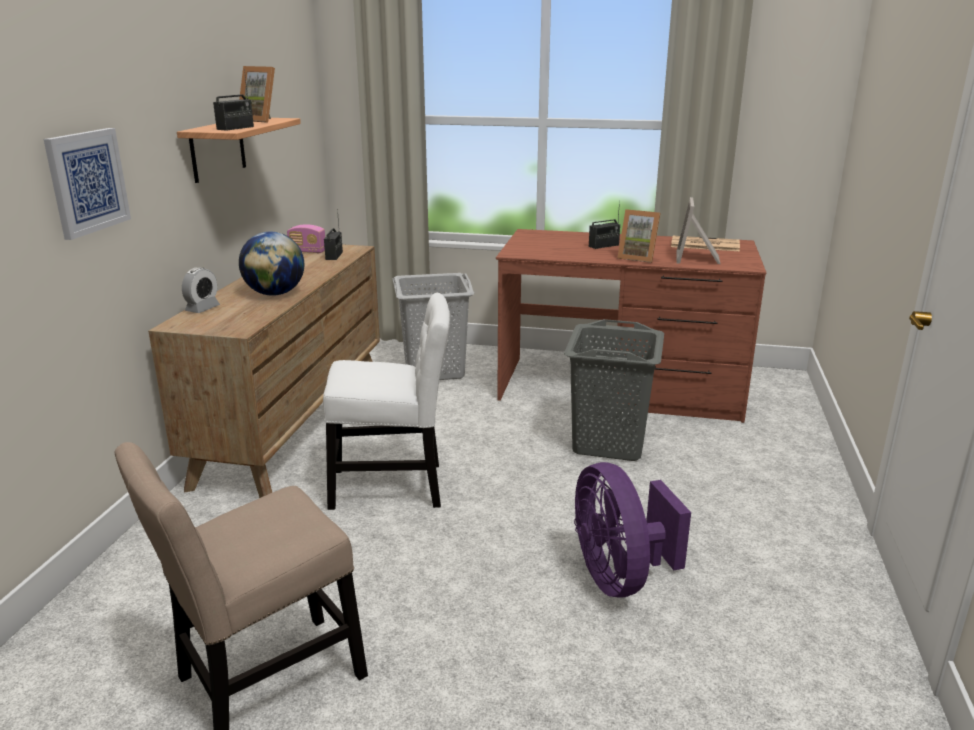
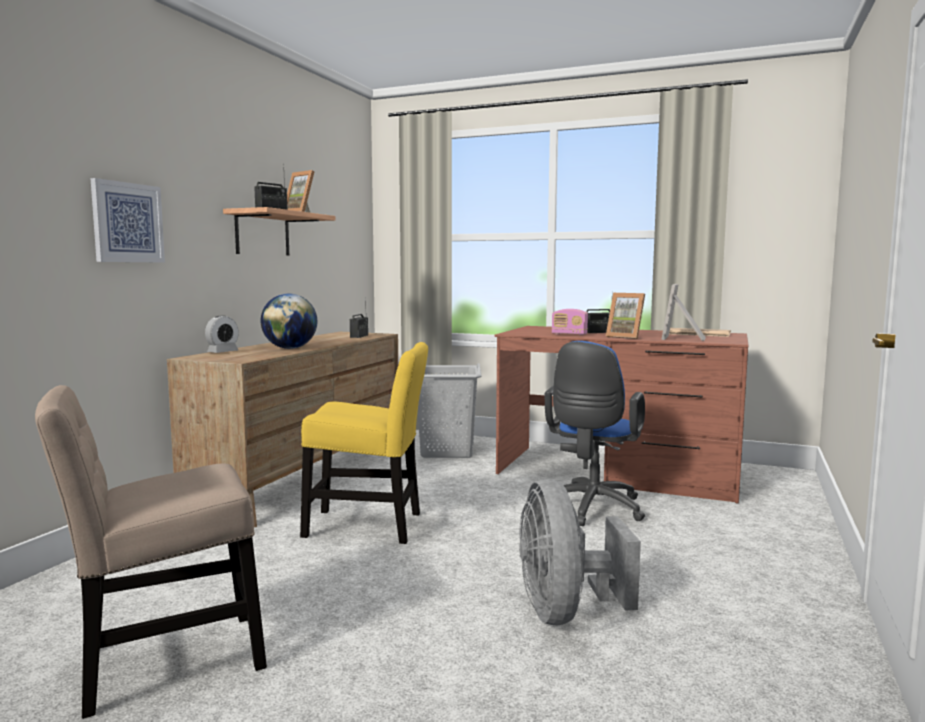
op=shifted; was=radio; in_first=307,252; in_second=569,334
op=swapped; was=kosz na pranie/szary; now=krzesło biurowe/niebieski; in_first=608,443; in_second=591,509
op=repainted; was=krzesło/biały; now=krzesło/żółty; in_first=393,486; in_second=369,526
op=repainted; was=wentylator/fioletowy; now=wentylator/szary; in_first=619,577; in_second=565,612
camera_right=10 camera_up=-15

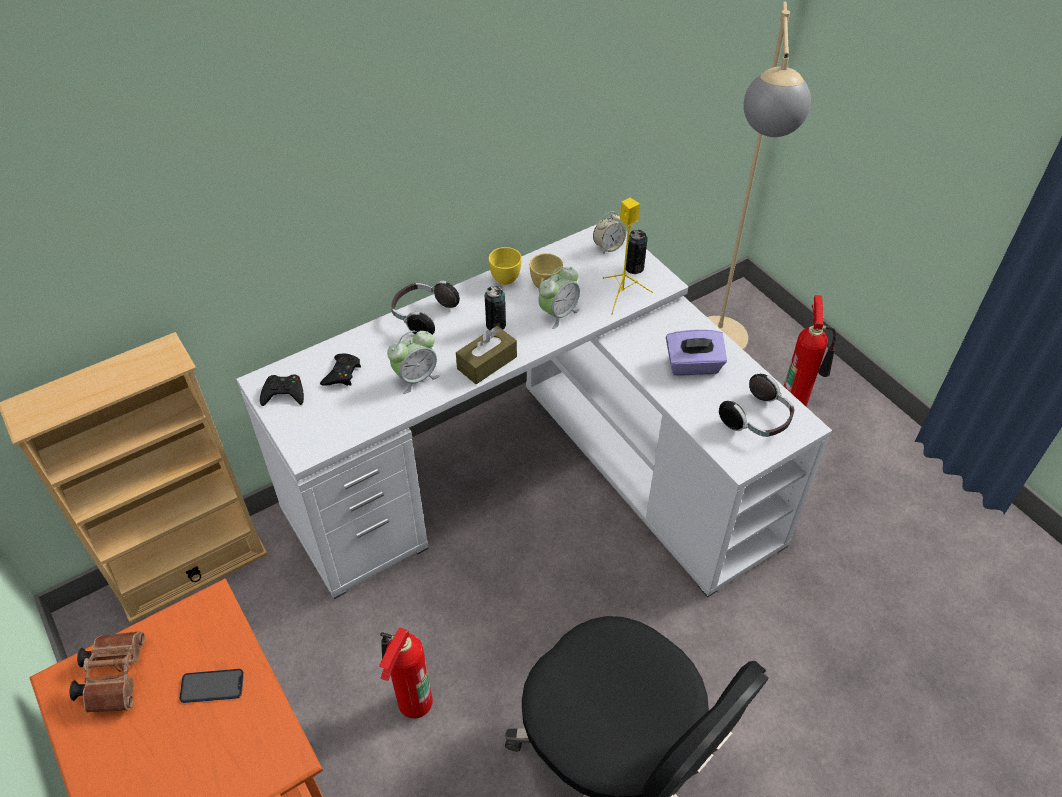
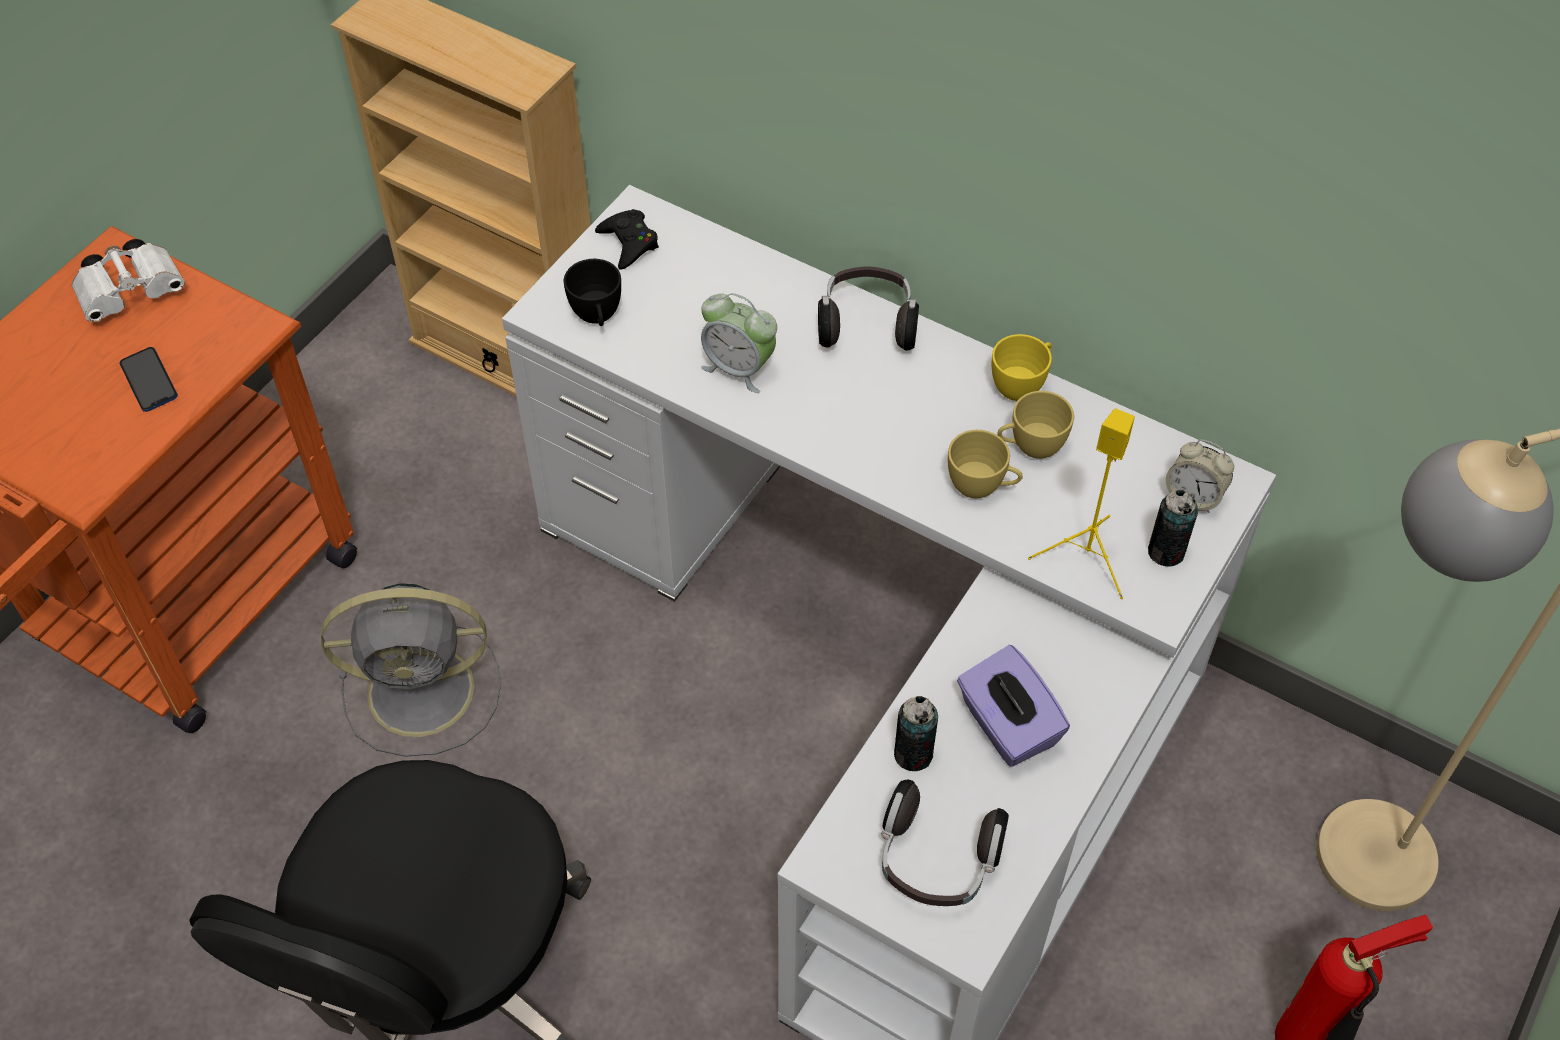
op=gone; was=pad do gier/czarny; in_first=342,374
op=gone; was=pudełko chusteczek/brązowy; in_first=487,363
op=new; now=filiżanka/czarny; in_second=597,317
op=shifted; was=puszka; in_first=496,325; in_second=913,754
op=swapped; was=gaśnica; now=wentylator/szary; in_first=410,703; in_second=426,690
op=swapped; was=budzik; now=filiżanka/żółty; in_first=558,314; in_second=982,487
op=repainted; was=lornetka/brązowy; now=lornetka/biały; in_first=115,675; in_second=134,292
camera_right=65 camera_up=5

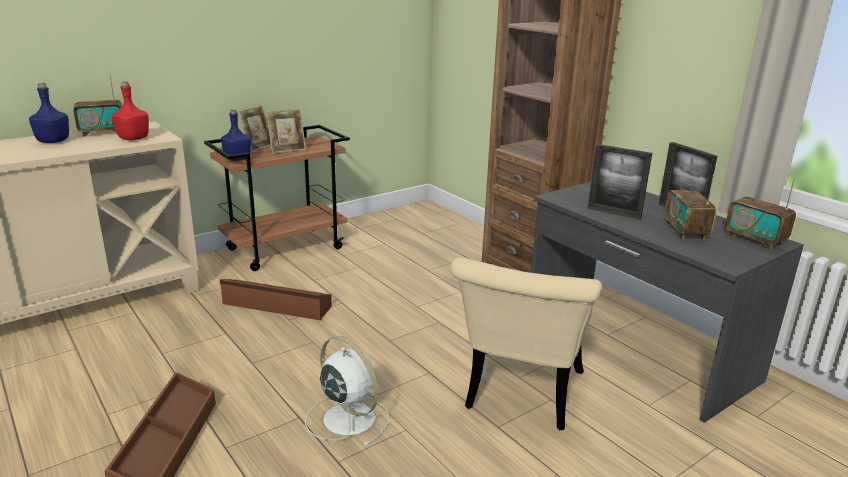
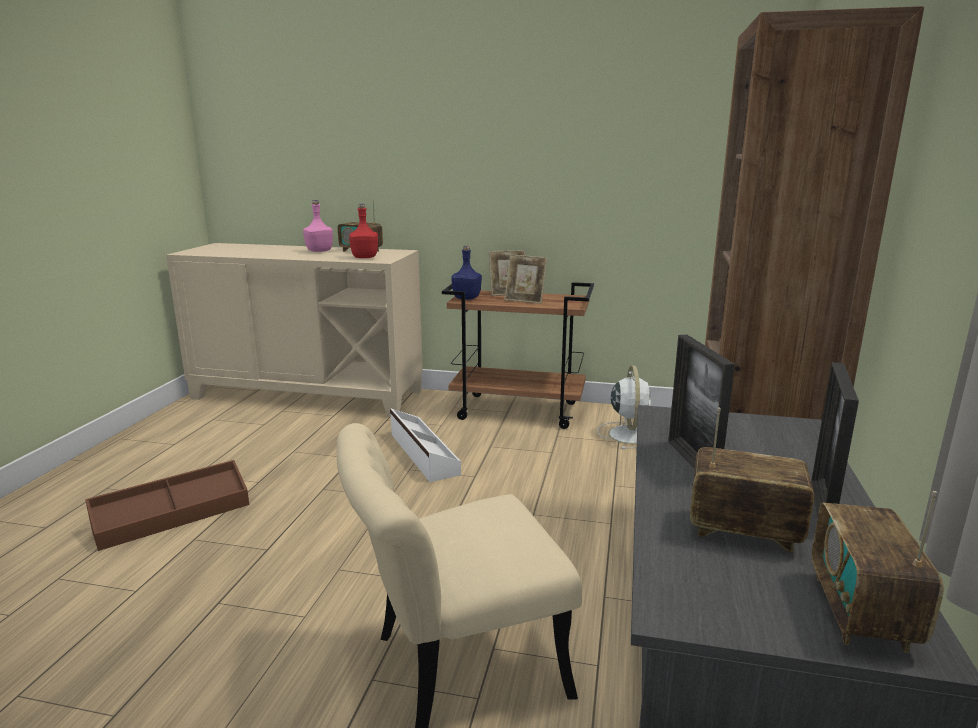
op=shifted; was=wentylator/biały; in_first=347,418; in_second=629,434
op=repainted; was=butelka/niebieski; now=butelka/różowy; in_first=53,141; in_second=320,251
op=repainted; was=pojemnik do przechowywania/brązowy; now=pojemnik do przechowywania/biały; in_first=276,305; in_second=422,454
op=rotated; was=radio; in_first=685,231; in_second=743,532; clockwise=60
camera_right=50 camera_up=-5

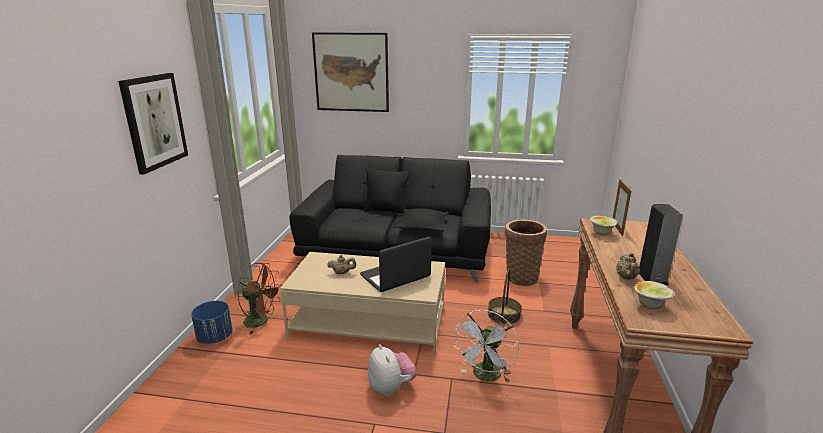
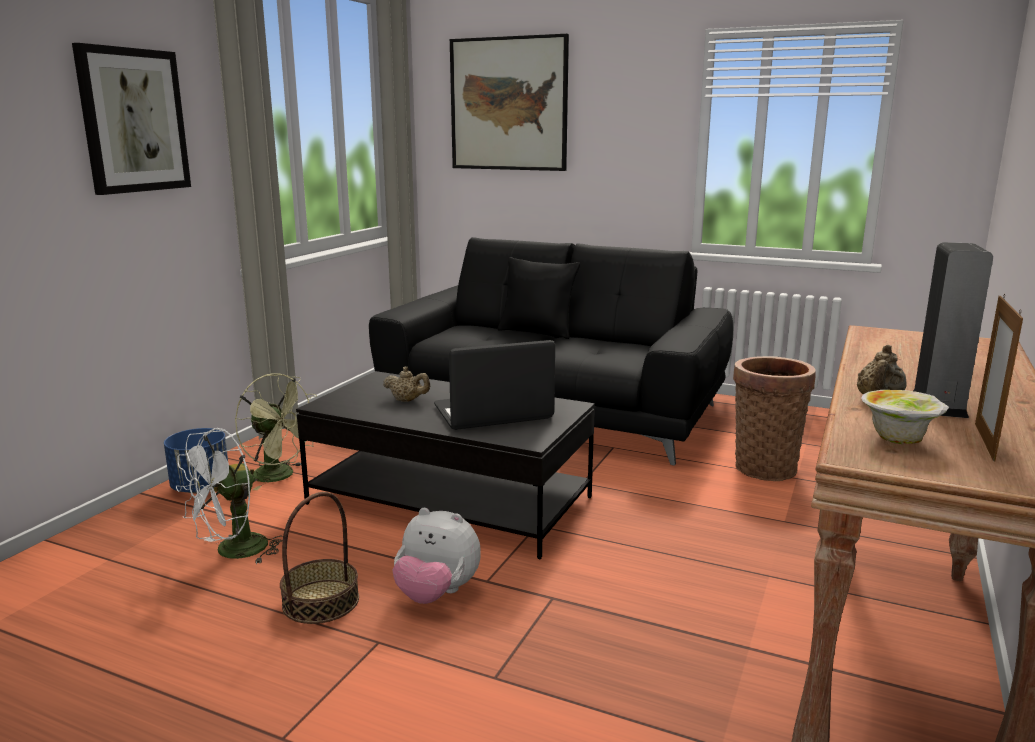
op=gone; was=poduszka/czarny; in_first=422,226
op=gone; was=miska; in_first=601,233
op=shifted; was=wentylator/biały; in_first=486,377; in_second=233,552
op=shifted; was=koszyk; in_first=503,315; in_second=320,601
op=shifted; was=ramka na zdjęcie; in_first=617,229; in_second=984,441
op=repainted; was=wentylator/brązowy; now=wentylator/zielony; in_first=261,321; in_second=281,476
op=repainted; was=ława/beżowy; now=ława/czarny; in_first=369,324; in_second=450,500
op=rotated; was=pluszak; in_first=391,387; in_second=437,594; clockwise=120
camera_right=15 camera_up=-5

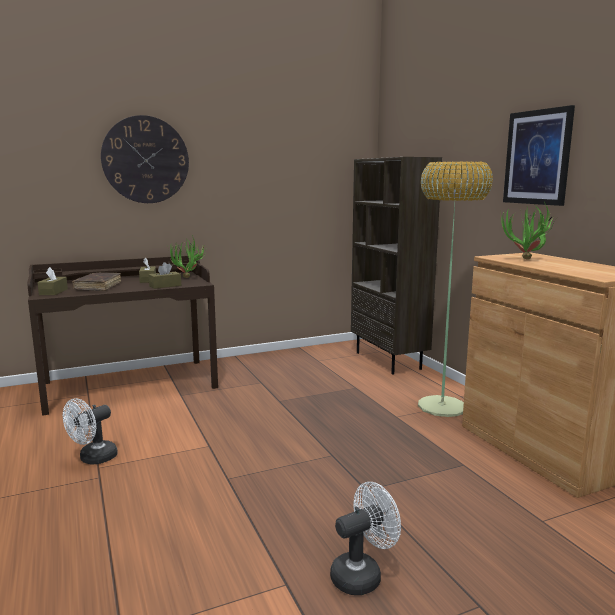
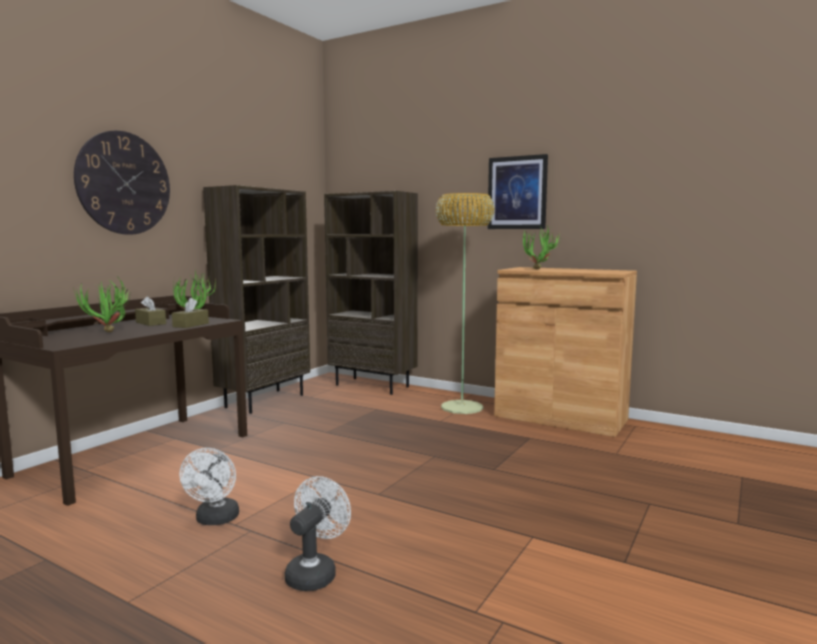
op=gone; was=pudełko chusteczek/brązowy; in_first=53,292
op=new; now=regał/brązowy; in_second=264,401
op=shifted; was=wentylator/biały; in_first=362,574; in_second=315,572
op=swapped; was=książka/brązowy; now=roślina doniczkowa; in_first=98,287; in_second=108,333
camera_right=-35 camera_up=-5

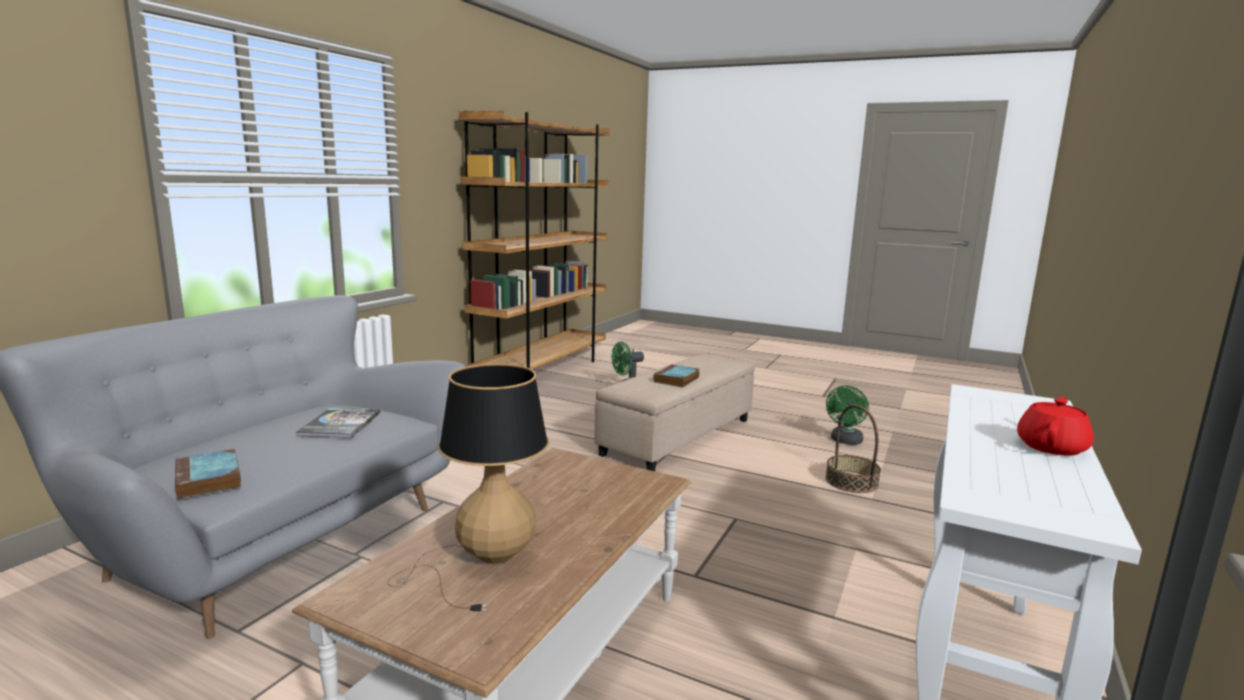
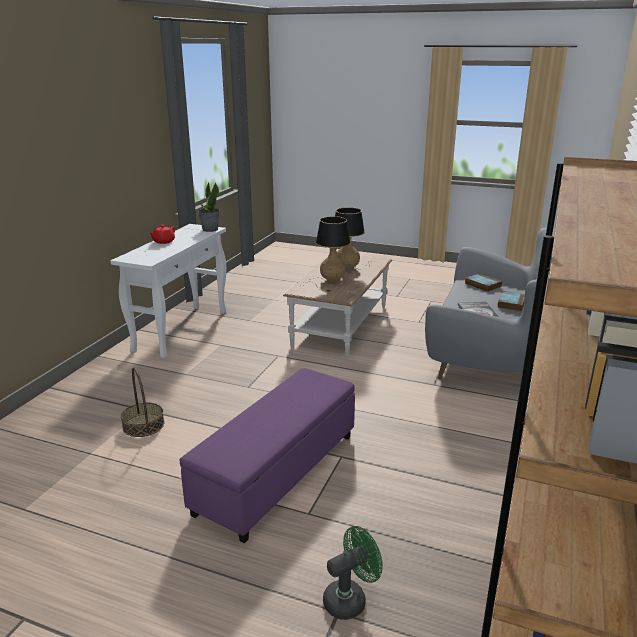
op=gone; was=wentylator/zielony; in_first=845,441
op=new; now=roślina doniczkowa; in_second=210,229
op=new; now=lampa stołowa; in_second=328,281
op=shifted; was=książka; in_first=676,380; in_second=511,303
op=repainted; was=pufa/beżowy; now=pufa/fioletowy; in_first=677,436; in_second=278,473
camera_right=175 camera_up=10

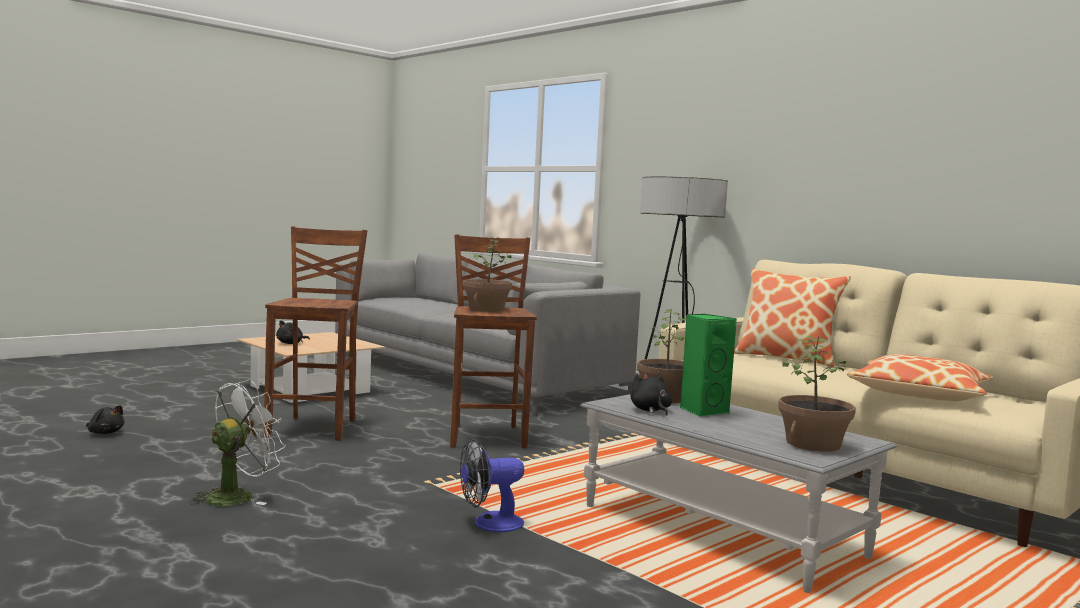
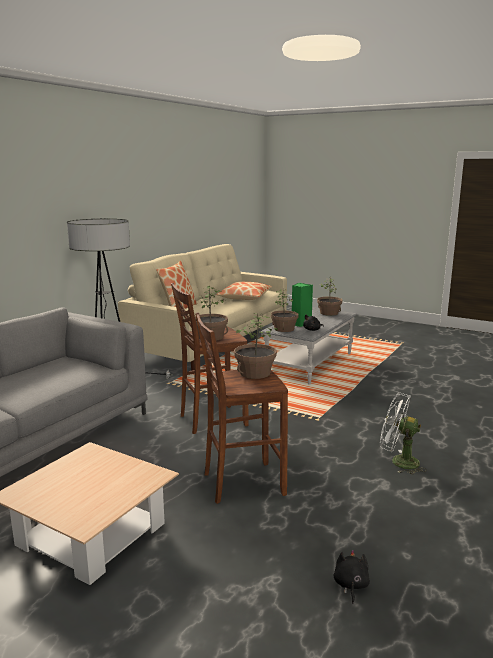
op=gone; was=pluszak/czarny; in_first=291,343
op=gone; was=wentylator; in_first=490,524
op=new; now=roślina doniczkowa; in_second=255,373
camera_right=-105 camera_up=10

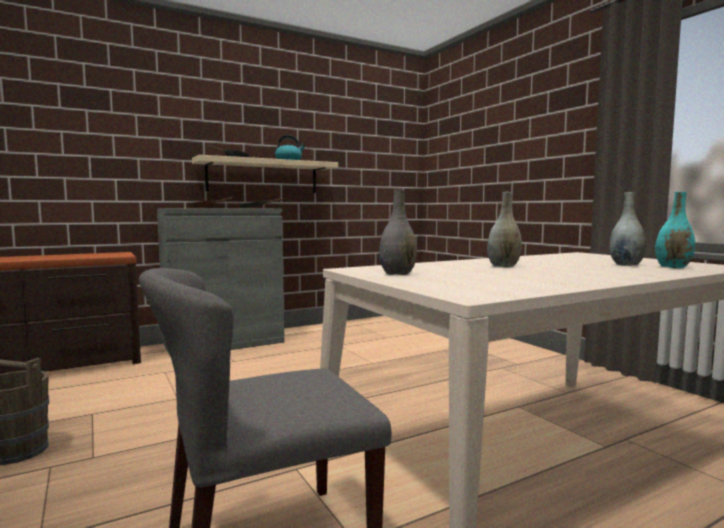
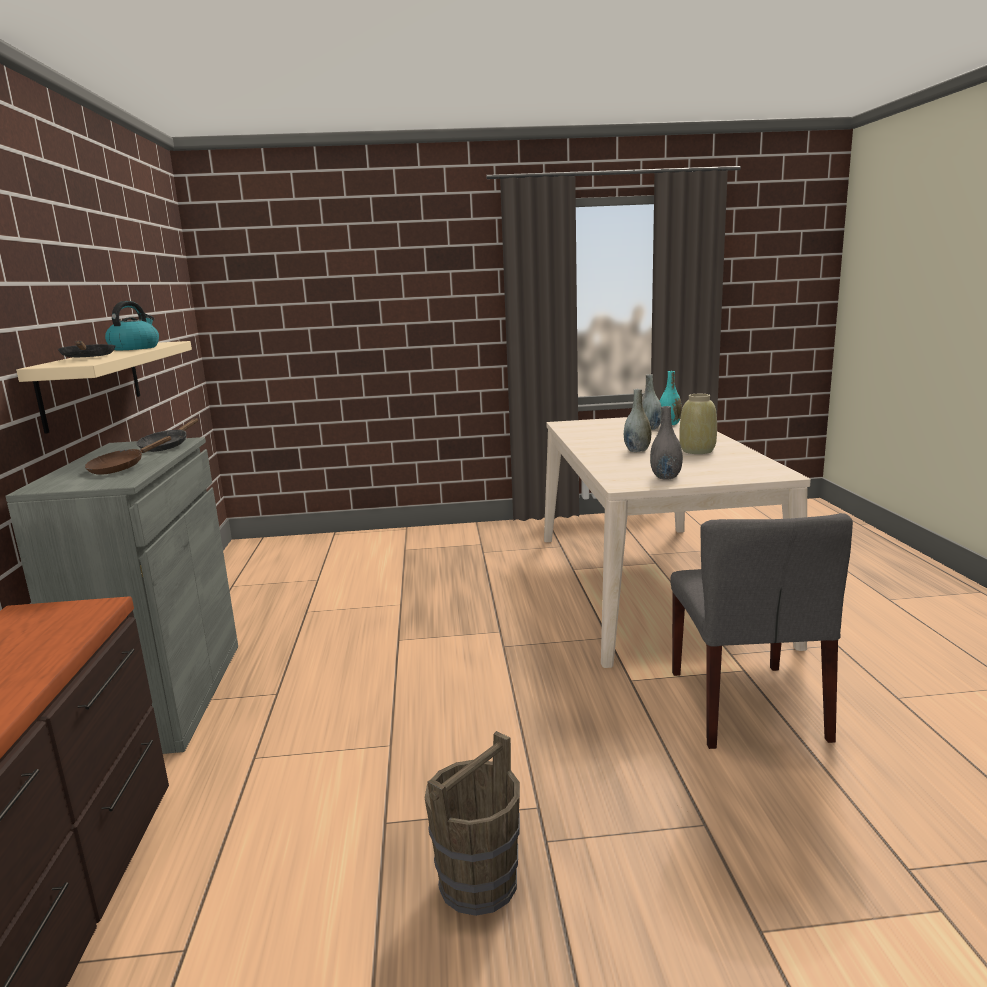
op=new; now=wazon/beżowy; in_second=696,451
camera_right=-65 camera_up=10

